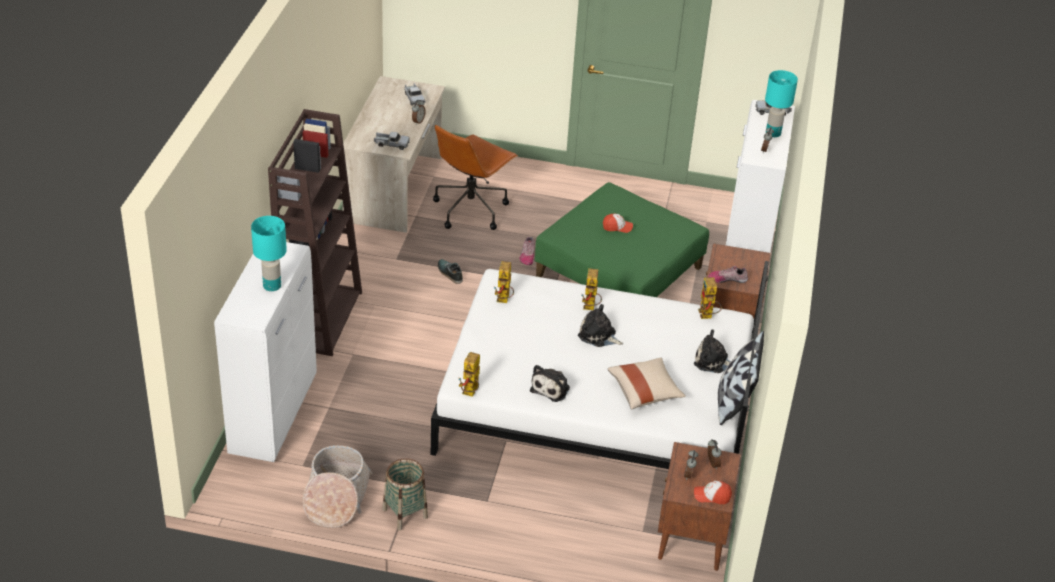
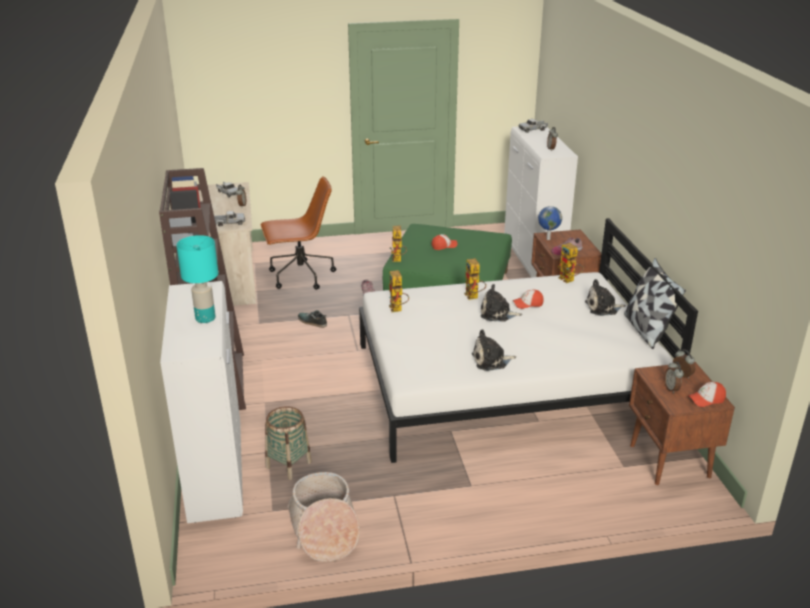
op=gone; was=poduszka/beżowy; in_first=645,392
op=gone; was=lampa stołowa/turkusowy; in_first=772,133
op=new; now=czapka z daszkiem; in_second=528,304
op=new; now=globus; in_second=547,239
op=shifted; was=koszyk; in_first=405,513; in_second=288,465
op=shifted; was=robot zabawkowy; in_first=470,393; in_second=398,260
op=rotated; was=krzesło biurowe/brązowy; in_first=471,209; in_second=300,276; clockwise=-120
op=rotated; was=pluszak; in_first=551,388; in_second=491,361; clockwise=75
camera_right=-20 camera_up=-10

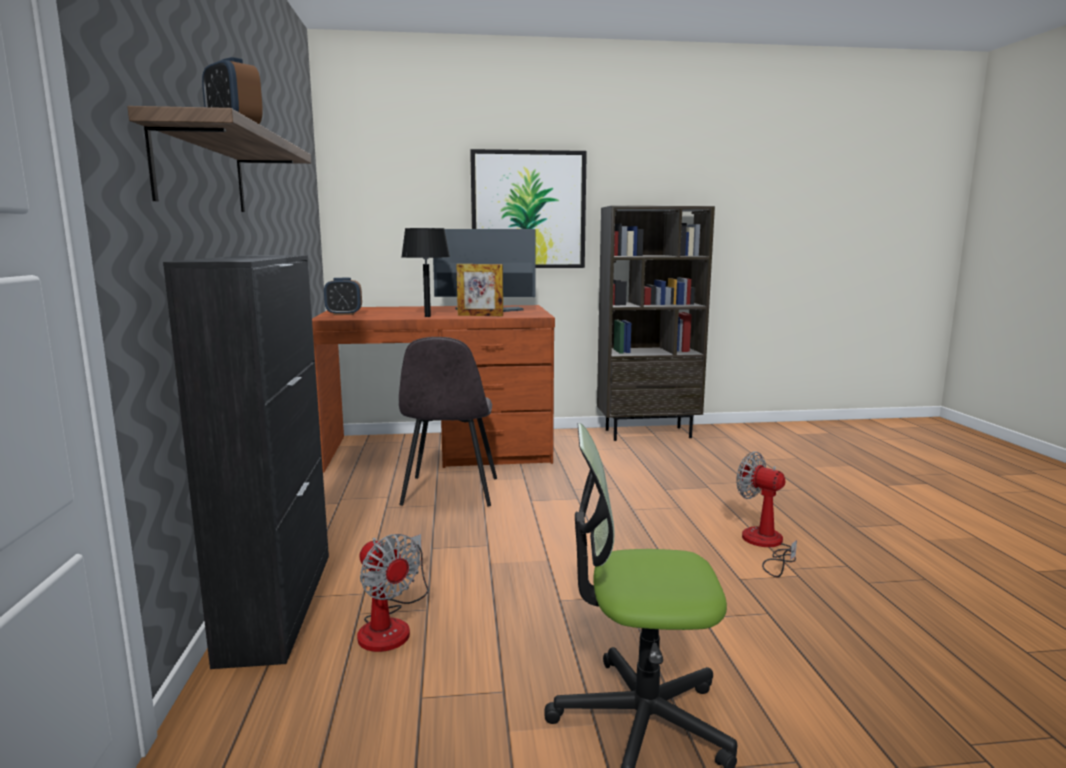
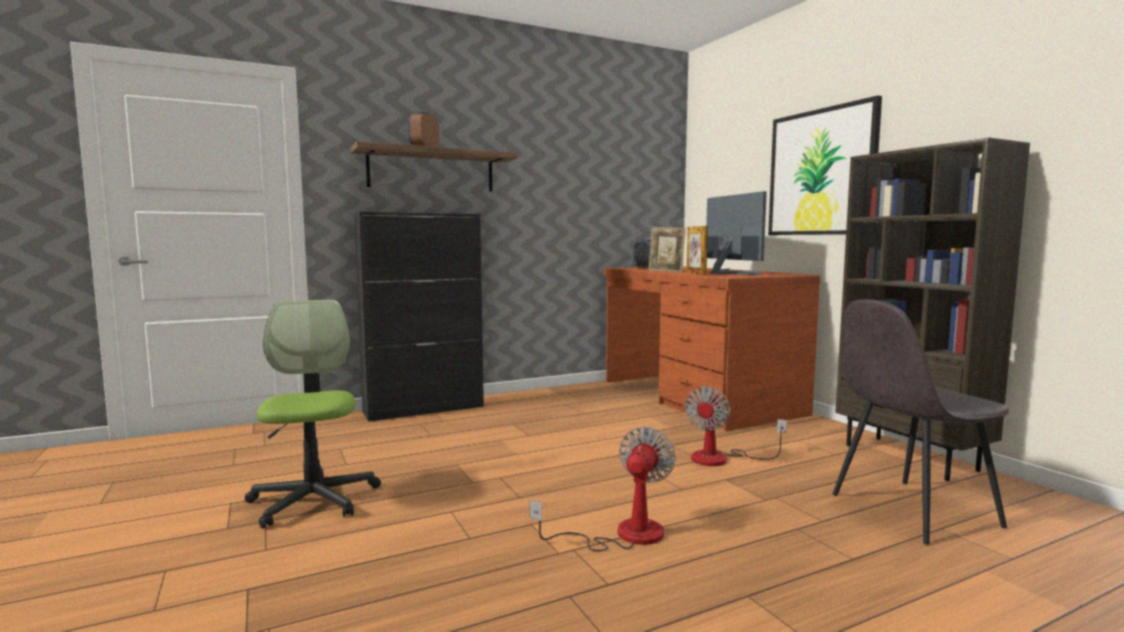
op=shifted; was=wentylator; in_first=391,624; in_second=721,458
op=shifted; was=krzesło/szary; in_first=450,492; in_second=910,511
op=swapped; was=lampa stołowa/czarny; now=ramka na zdjęcie; in_first=427,316; in_second=666,271
camera_right=70 camera_up=-5

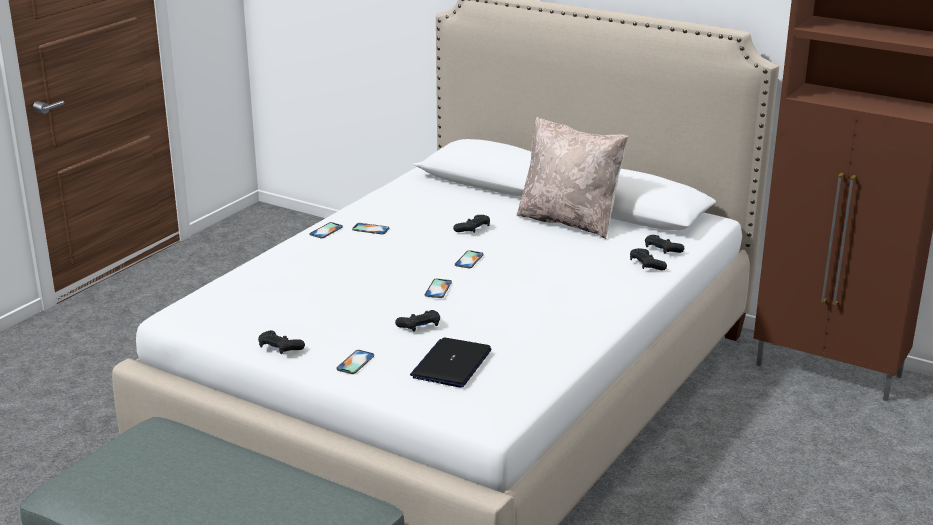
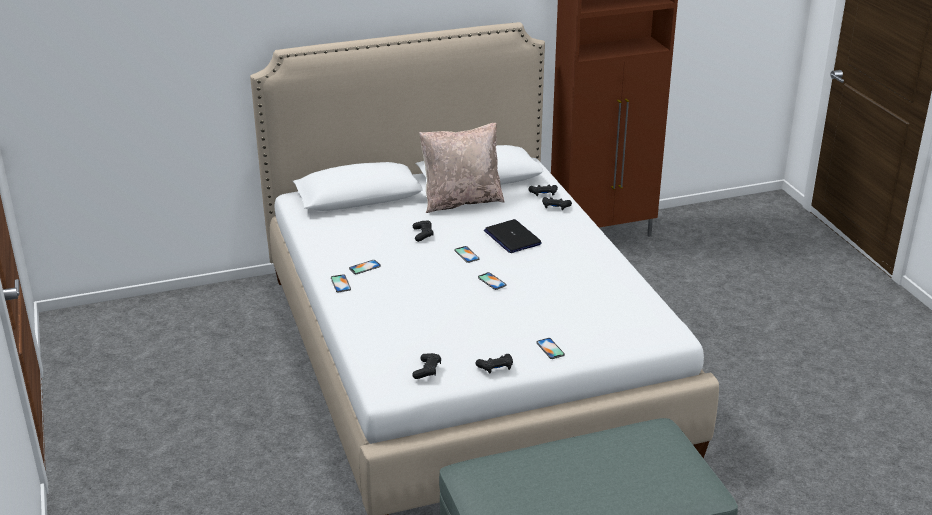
op=shifted; was=pad do gier/czarny; in_first=420,326; in_second=427,370
op=shifted; was=laptop; in_first=451,364; in_second=512,237
camera_right=-50 camera_up=5

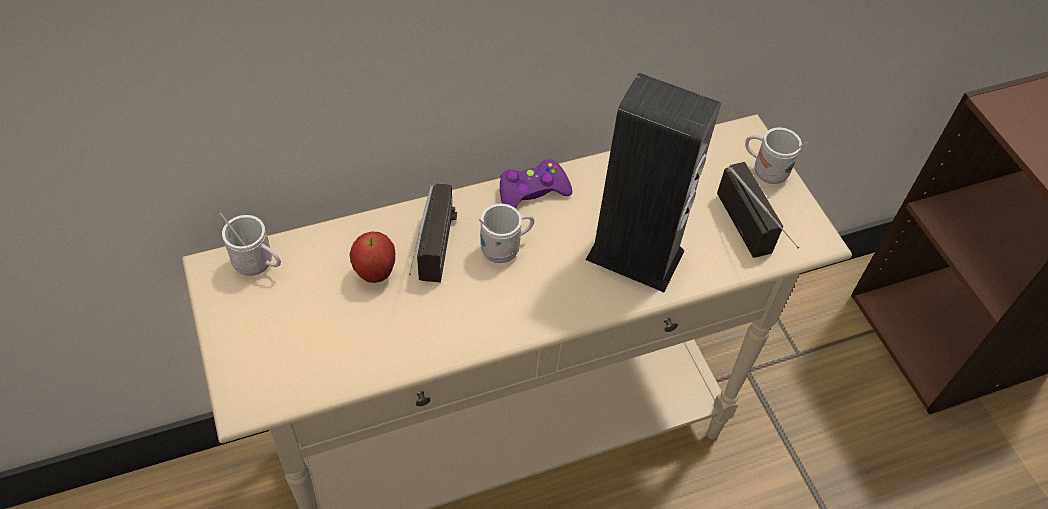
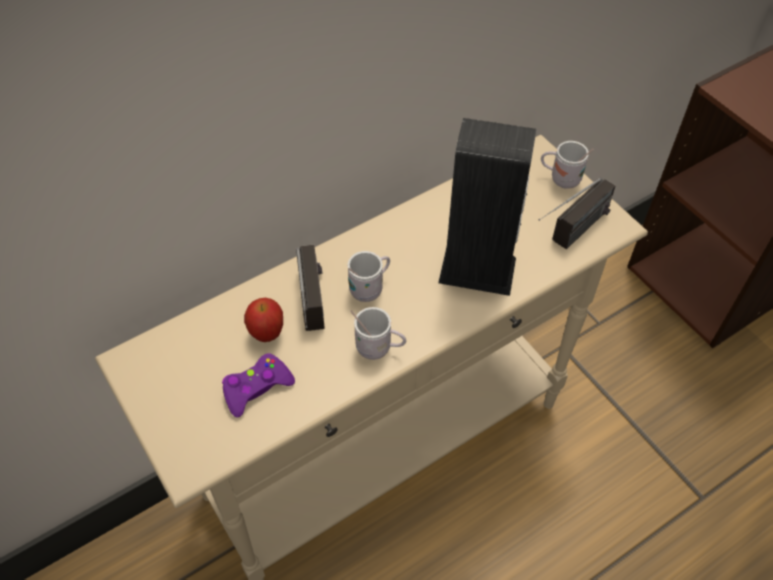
op=shifted; was=kubek/biały; in_first=258,265; in_second=379,349
op=shifted; was=pad do gier/fioletowy; in_first=532,191; in_second=256,388
op=rotated; was=radio; in_first=756,240; in_second=570,237; clockwise=75
camera_right=-10 camera_up=0

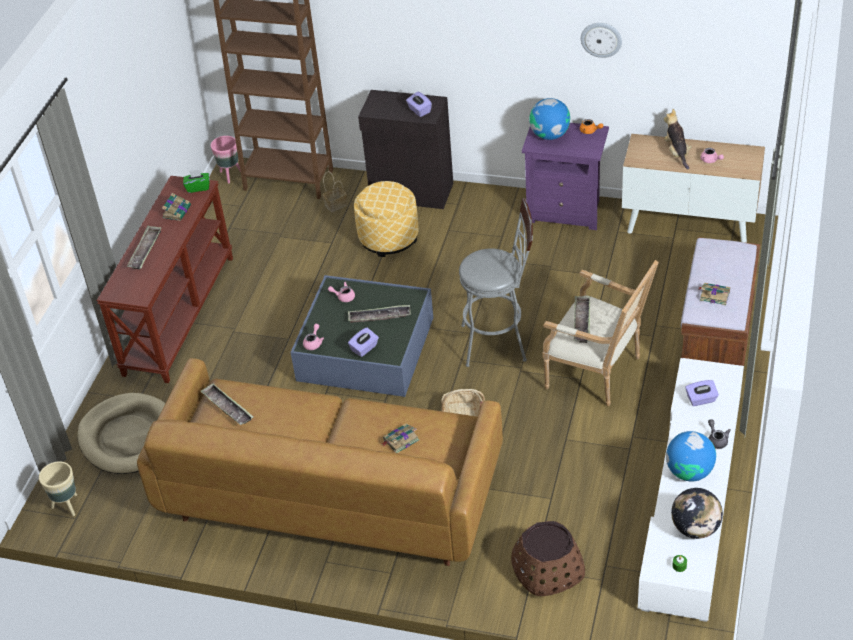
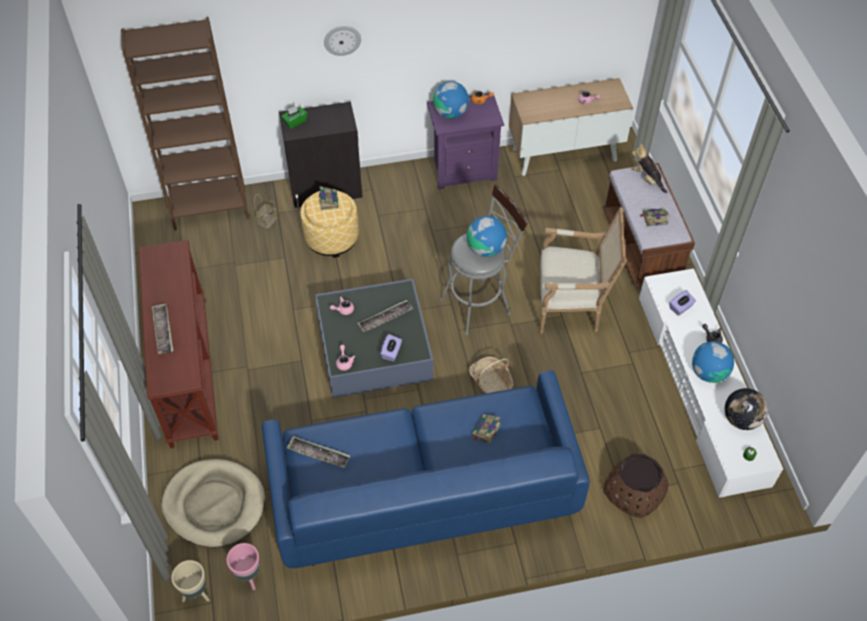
op=gone; was=pudełko chusteczek/fioletowy; in_first=419,110
op=gone; was=taca; in_first=582,322
op=new; now=globus; in_second=486,248
op=shifted; was=książka; in_first=177,211; in_second=328,200
op=shifted; was=pudełko chusteczek/zielony; in_first=198,187; in_second=295,122
op=shifted; was=donica/różowy; in_first=230,175; in_second=249,577
op=shifted; was=zegar ścienny; in_first=601,39; in_second=342,40
op=shifted; was=pluszak; in_first=676,153; in_second=647,179
op=repainted; was=kanapa/brązowy; now=kanapa/niebieski; in_first=329,495; in_second=423,492
camera_right=-30 camera_up=10

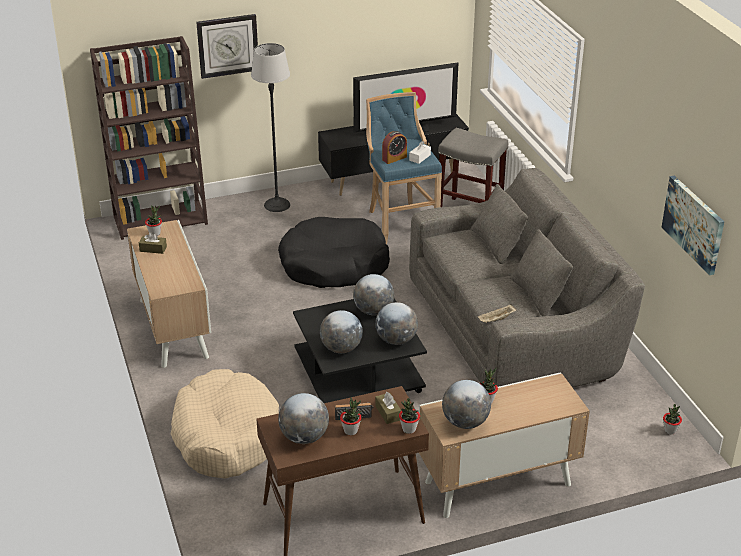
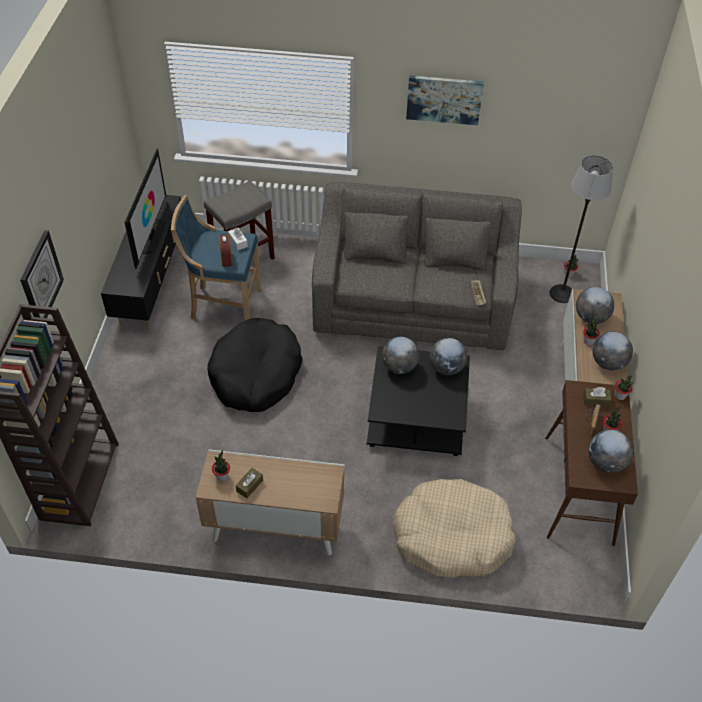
op=shifted; was=lampa stojąca; in_first=277,205; in_second=562,293
op=shifted; was=globus; in_first=341,348; in_second=590,318
op=shifted; was=obraz; in_first=693,224; in_second=444,99
camera_right=-65 camera_up=15

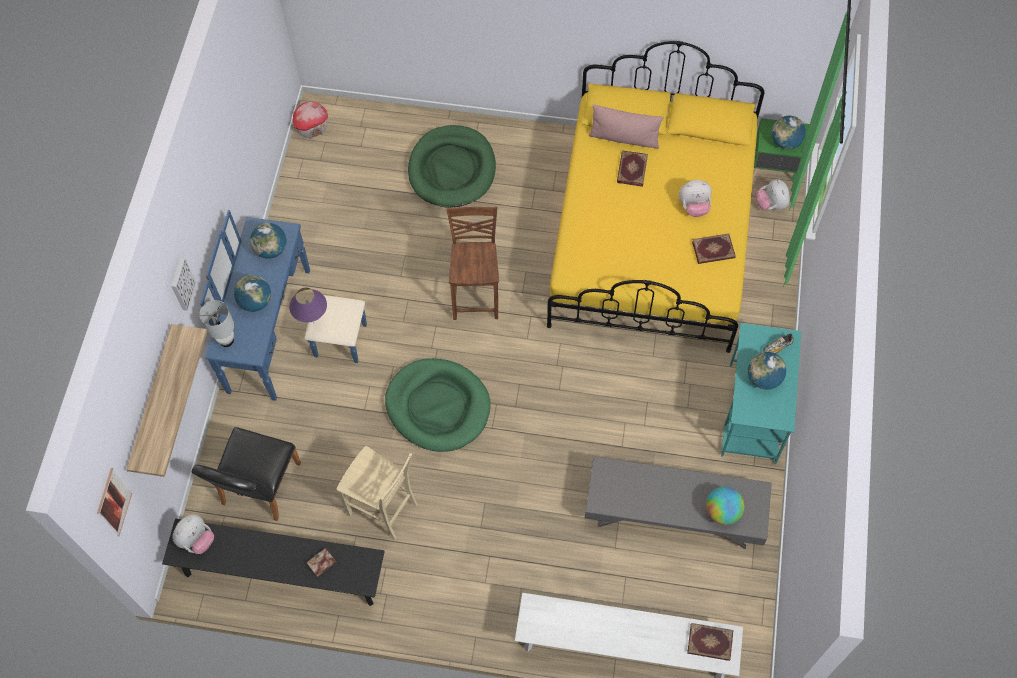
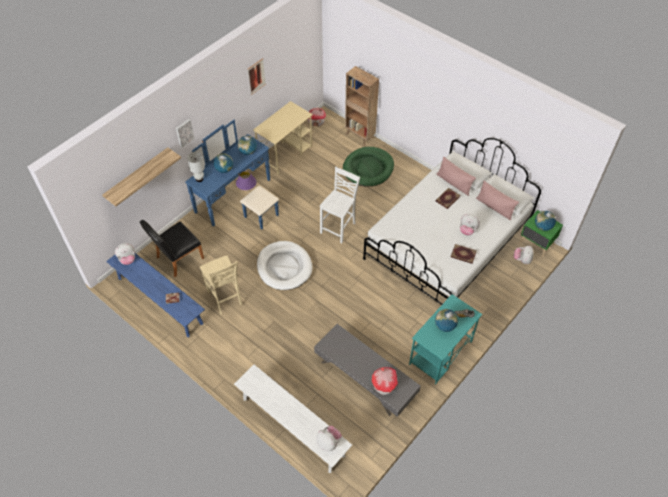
op=new; now=biurko/beżowy; in_second=285,153
op=new; now=regał/brązowy; in_second=360,136
op=new; now=poduszka/różowy; in_second=494,207
op=shifted; was=obraz; in_first=114,502; in_second=256,76
op=swapped; was=książka; now=pluszak; in_first=709,643; in_second=329,442
op=swapped; was=globus; now=domek; in_first=722,511; in_second=384,385
op=repainted; was=ławka/czarny; now=ławka/niebieski; in_first=282,573; in_second=160,300
op=repainted; was=legowisko/zielony; now=legowisko/biały; in_first=438,406; in_second=284,267
op=repainted; was=krzesło/brązowy; now=krzesło/biały; in_first=476,295; in_second=339,228
op=repainted; was=łóżko/żółty; now=łóżko/biały; in_first=652,235; in_second=447,244
camera_right=30 camera_up=-10

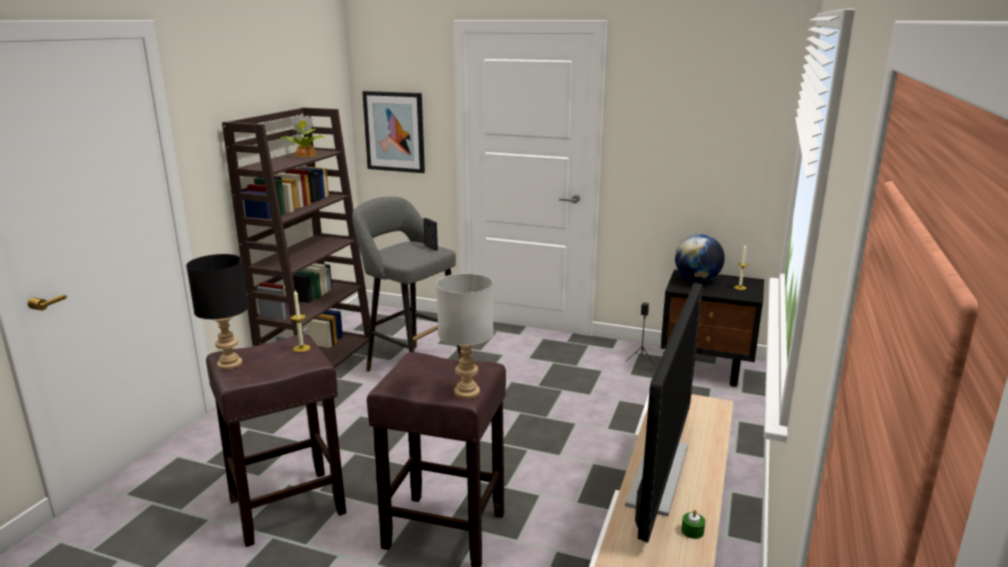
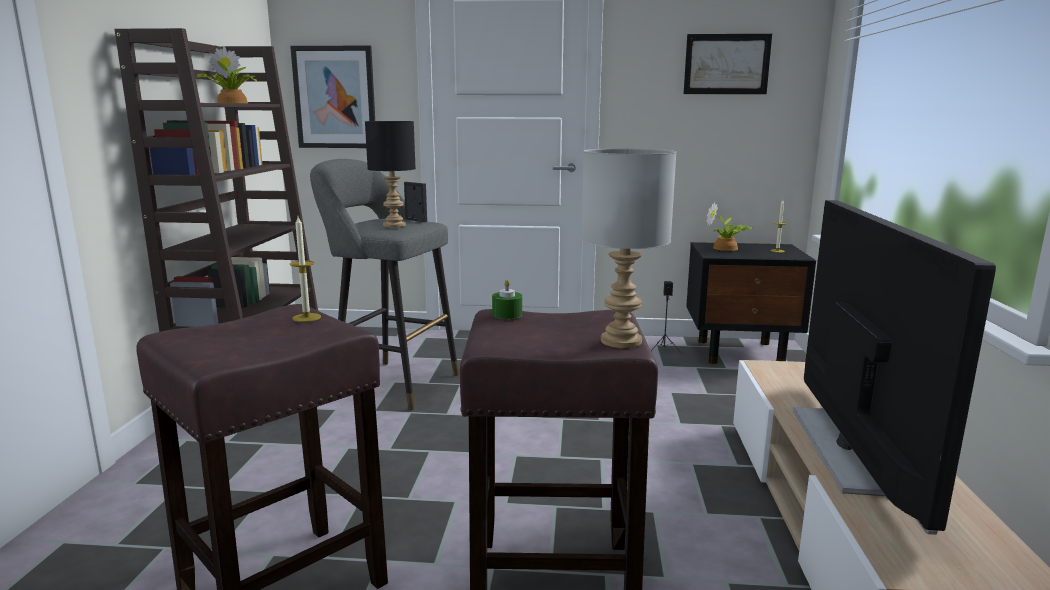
op=new; now=obraz; in_second=726,64
op=shifted; was=lampa stołowa/czarny; in_first=231,364; in_second=395,225
op=shifted; was=świeca/zielony; in_first=692,531; in_second=507,314
op=swapped; was=globus; now=roślina doniczkowa; in_first=697,280; in_second=726,248
camera_right=-15 camera_up=-5

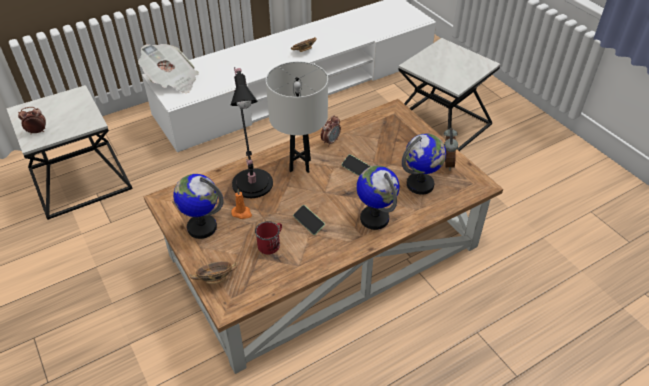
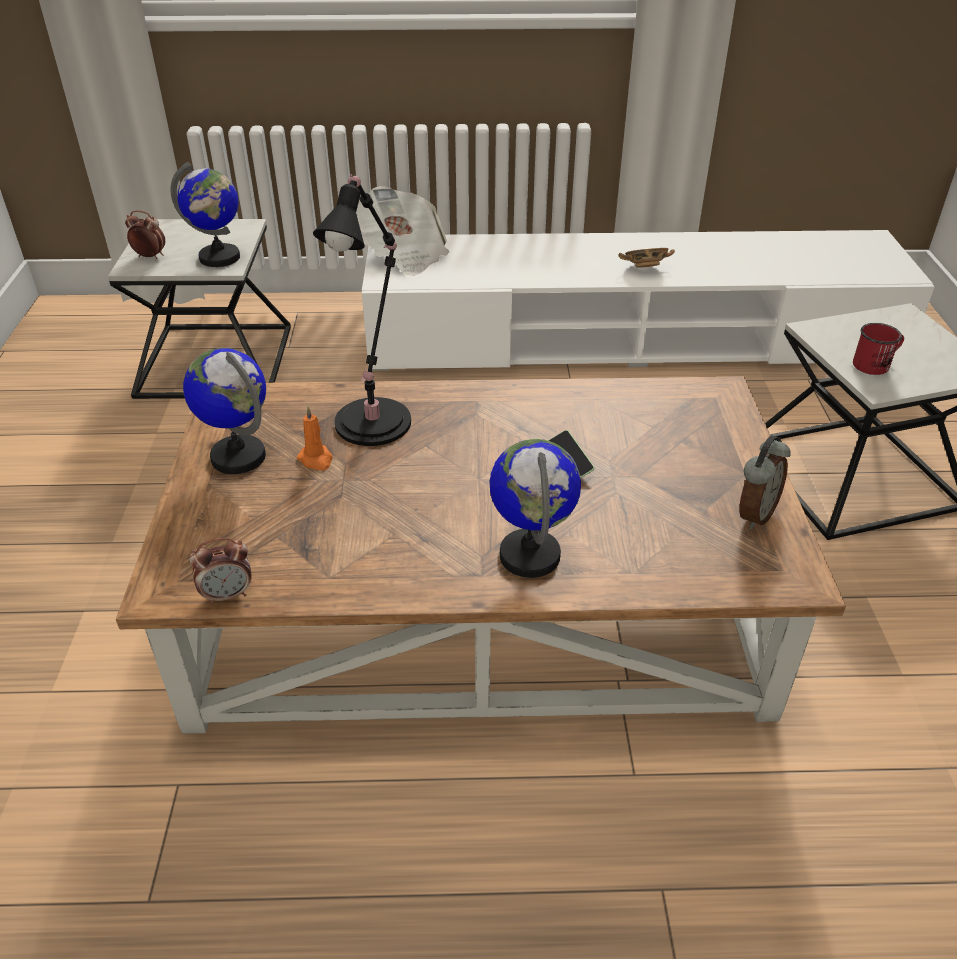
op=gone; was=miska; in_first=215,278
op=gone; was=lampa stołowa/biały; in_first=300,166
op=gone; was=telefon; in_first=309,223
op=shifted; was=kubek/czerwony; in_first=271,244; in_second=875,364
op=shifted; was=budzik; in_first=330,141; in_second=228,594
op=shifted; was=globus; in_first=420,185; in_second=220,258
camera_right=30 camera_up=-5

